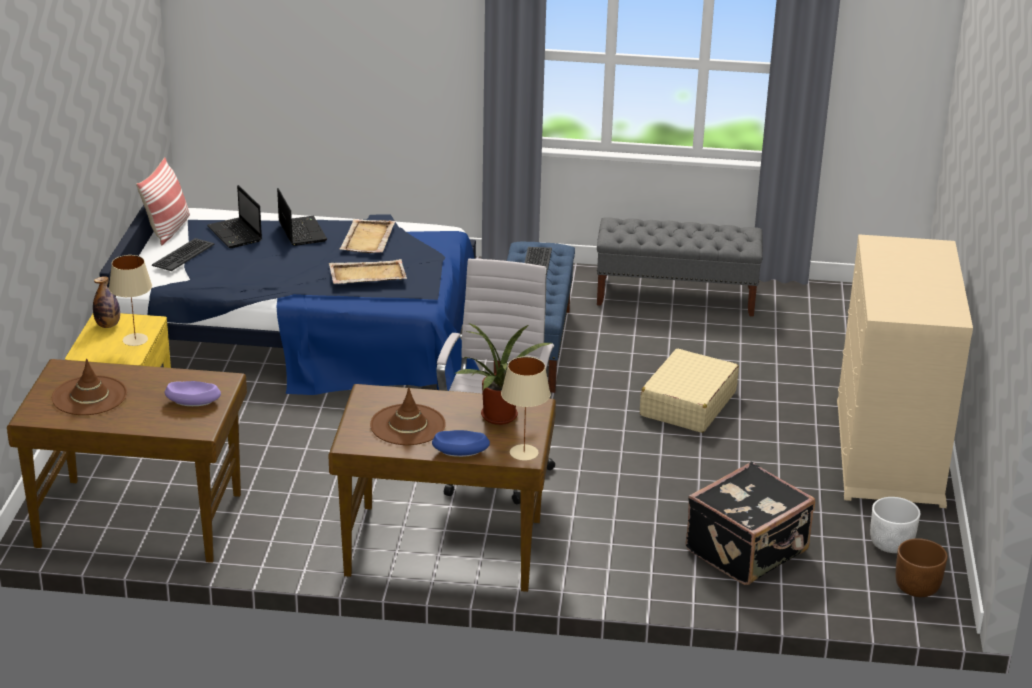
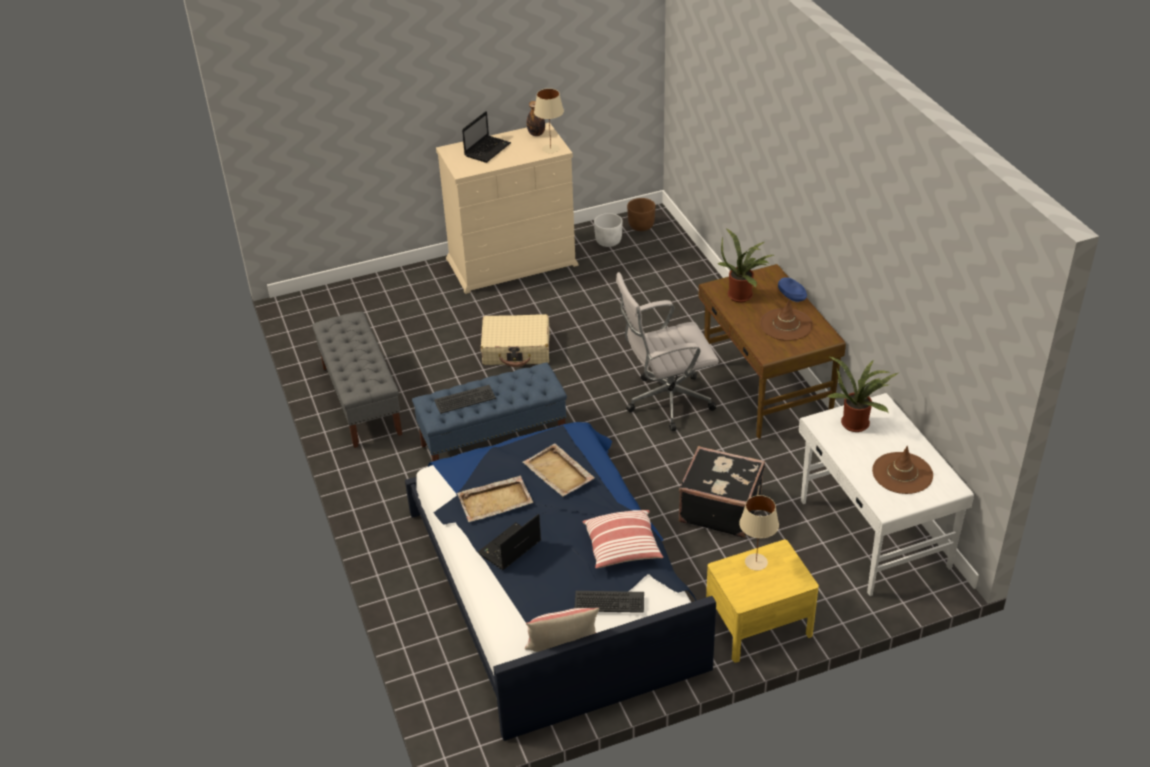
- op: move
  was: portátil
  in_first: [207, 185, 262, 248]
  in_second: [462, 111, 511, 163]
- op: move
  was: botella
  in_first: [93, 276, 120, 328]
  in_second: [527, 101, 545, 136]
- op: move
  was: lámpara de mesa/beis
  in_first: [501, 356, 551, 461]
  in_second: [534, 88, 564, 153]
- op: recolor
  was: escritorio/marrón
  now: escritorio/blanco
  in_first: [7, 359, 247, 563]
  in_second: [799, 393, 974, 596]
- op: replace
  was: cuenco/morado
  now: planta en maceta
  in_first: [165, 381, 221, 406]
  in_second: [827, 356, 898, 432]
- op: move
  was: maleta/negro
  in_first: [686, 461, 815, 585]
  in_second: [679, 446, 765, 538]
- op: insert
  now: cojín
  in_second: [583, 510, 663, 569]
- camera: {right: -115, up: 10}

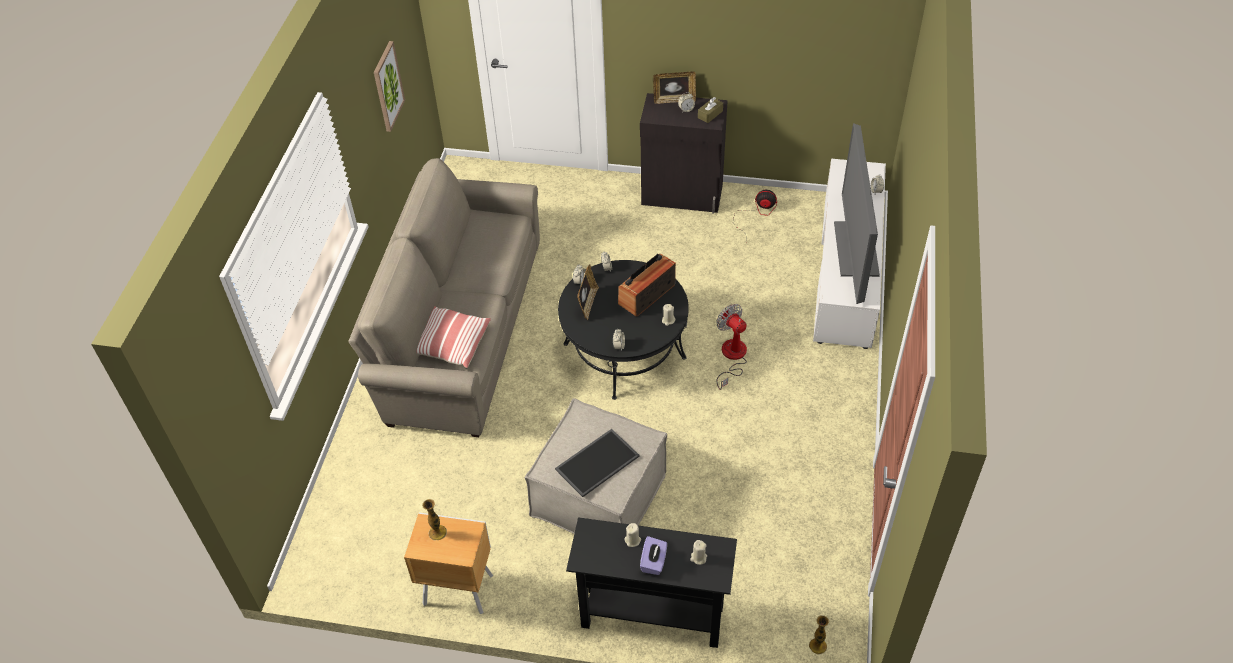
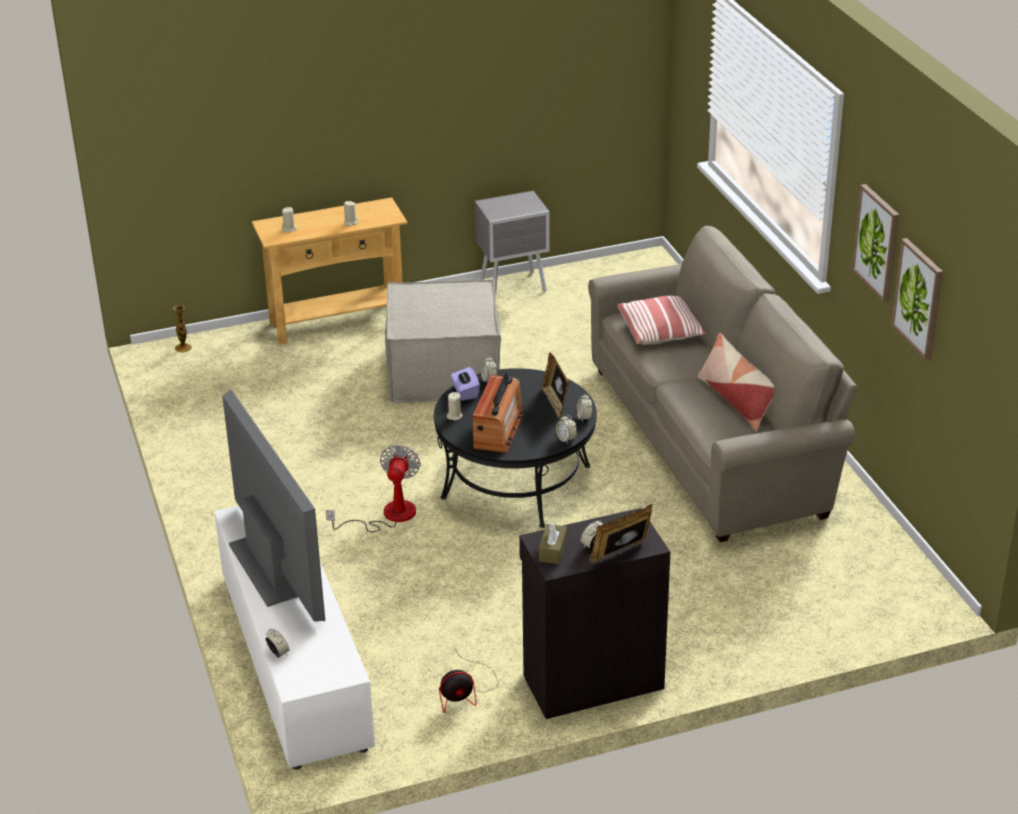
- op: rotate
  was: ventilador
  in_first: [716, 304, 747, 390]
  in_second: [326, 445, 421, 533]
  clockwise: -105
- op: delete
  was: bandeja
  in_first: [555, 429, 640, 497]
- op: delete
  was: florero
  in_first: [422, 499, 447, 540]
- op: recolor
  was: mesita de noche/marrón
  now: mesita de noche/gris
  in_first: [404, 512, 493, 614]
  in_second: [475, 191, 550, 295]
- op: recolor
  was: mesa consola/negro
  now: mesa consola/beis
  in_first: [566, 517, 737, 648]
  in_second: [252, 197, 407, 345]
- op: move
  was: caja de pañuelos/morado
  in_first: [640, 536, 667, 575]
  in_second: [451, 367, 480, 401]
- op: insert
  now: cuadro
  in_second: [852, 184, 899, 302]
- op: insert
  now: cojín
  in_second: [698, 333, 774, 431]
- camera: {right: 150, up: -15}

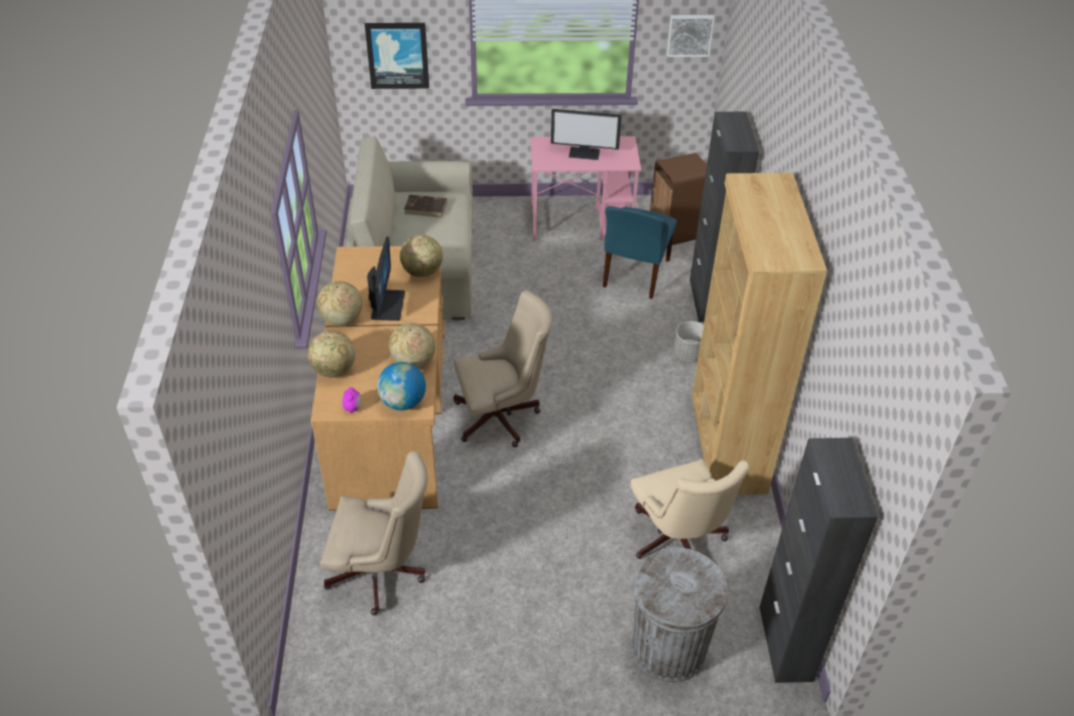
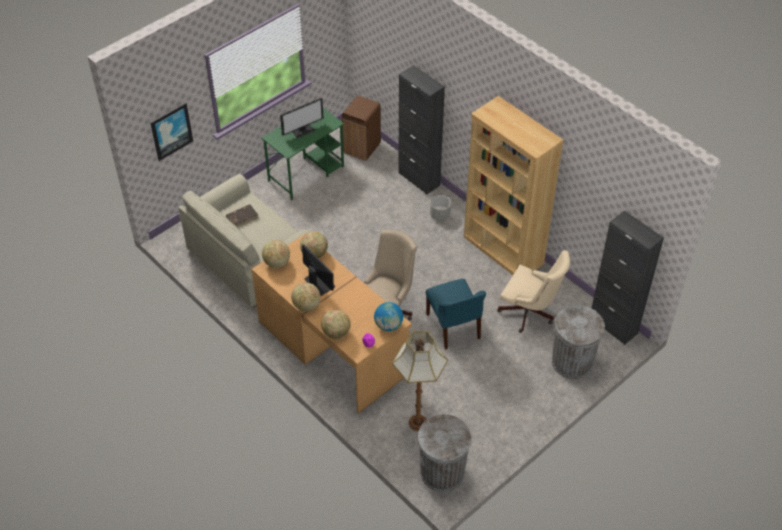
- op: delete
  was: cuadro
  in_first: [666, 15, 715, 57]
- op: recolor
  was: escritorio/rosa
  now: escritorio/verde
  in_first: [531, 136, 641, 240]
  in_second: [261, 108, 344, 200]
- op: move
  was: silla/azul
  in_first: [603, 206, 677, 299]
  in_second: [426, 279, 486, 350]
- op: move
  was: globo terráqueo
  in_first: [388, 323, 435, 369]
  in_second: [262, 240, 290, 268]
- op: replace
  was: silla de oficina/beis
  now: lámpara de pie
  in_first: [320, 451, 428, 616]
  in_second: [392, 331, 448, 431]
- op: insert
  now: papelera/gris
  in_second: [417, 414, 472, 492]
- camera: {right: -40, up: 5}

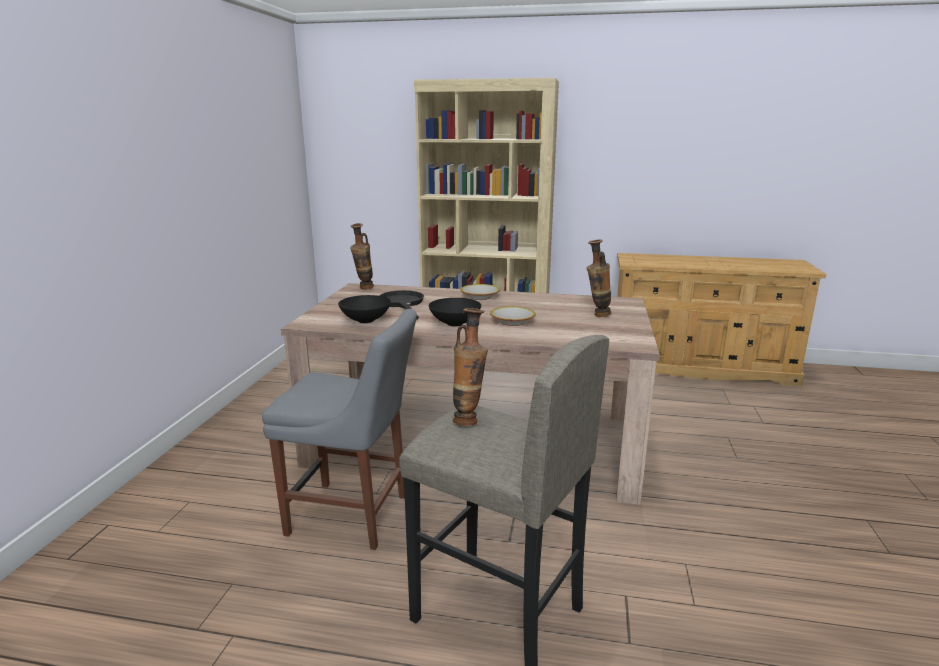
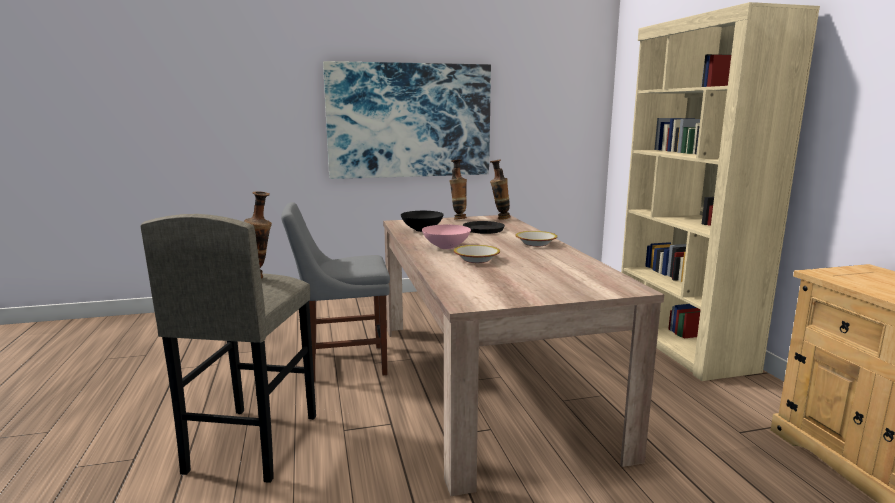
- op: move
  was: florero
  in_first: [587, 239, 611, 317]
  in_second: [449, 159, 467, 220]
- op: recolor
  was: cuenco/negro
  now: cuenco/rosa
  in_first: [429, 298, 481, 326]
  in_second: [422, 225, 471, 249]
- op: rotate
  was: silla/gris
  in_first: [262, 309, 417, 550]
  in_second: [281, 202, 390, 382]
  clockwise: 90
- op: insert
  now: cuadro
  in_second: [323, 61, 491, 179]
- camera: {right: 65, up: -5}

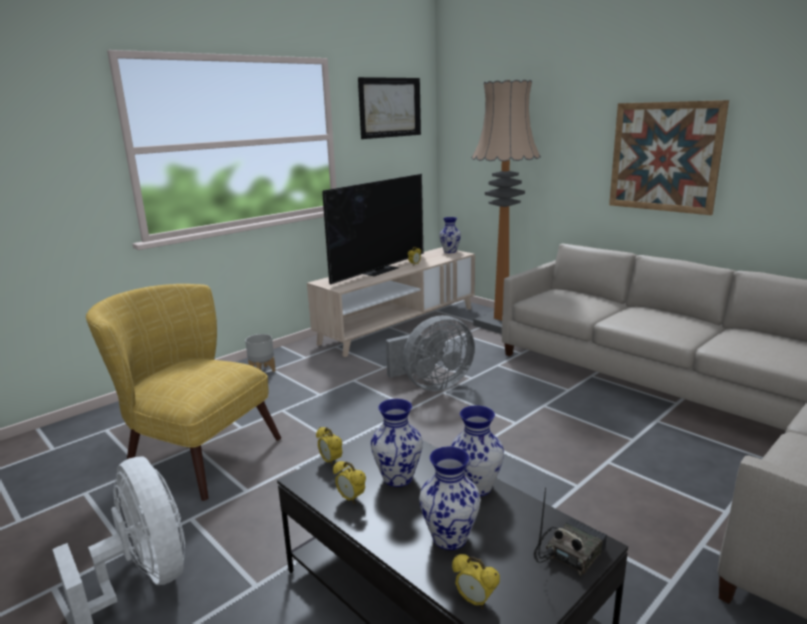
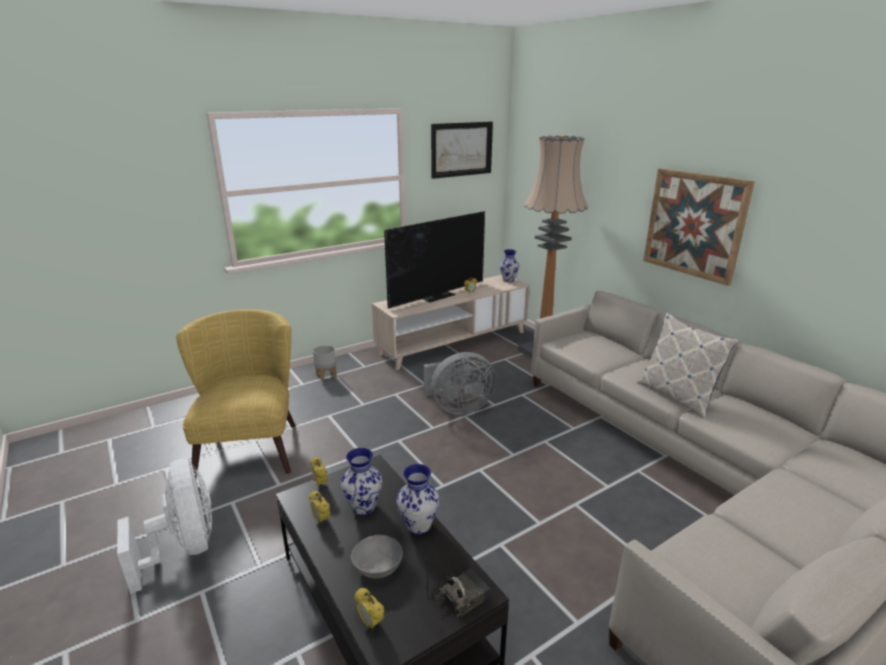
- op: rotate
  was: sillón/amarillo
  in_first: [86, 284, 281, 501]
  in_second: [176, 309, 295, 479]
  clockwise: 45
- op: replace
  was: florero
  now: cuenco/gris
  in_first: [419, 446, 480, 550]
  in_second: [351, 535, 403, 578]
- op: insert
  now: cojín
  in_second: [637, 313, 739, 418]
- camera: {right: 10, up: 5}

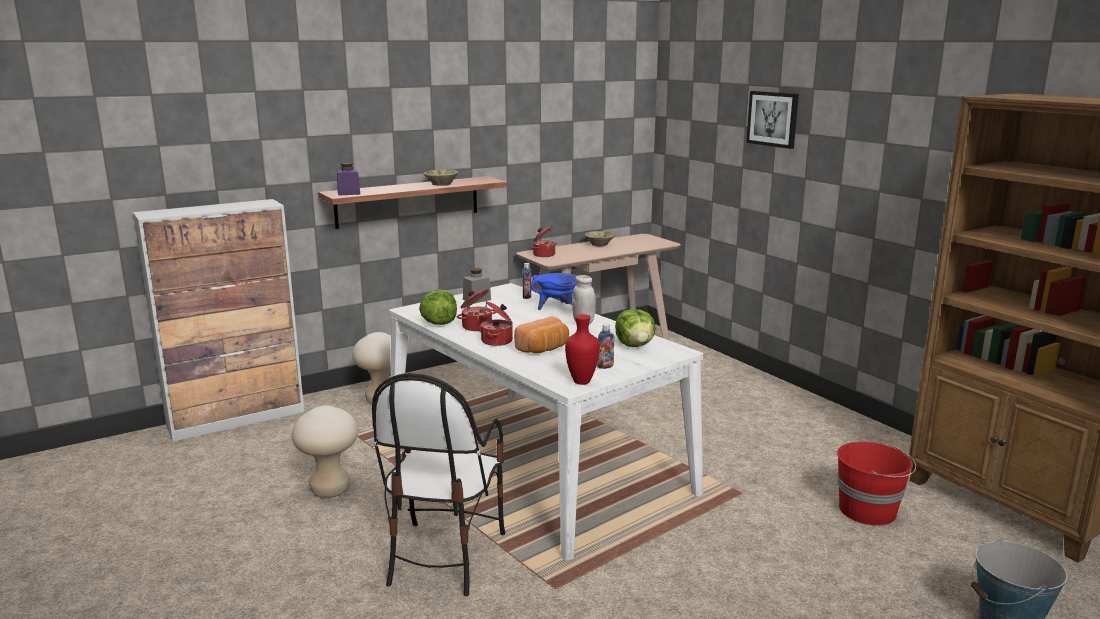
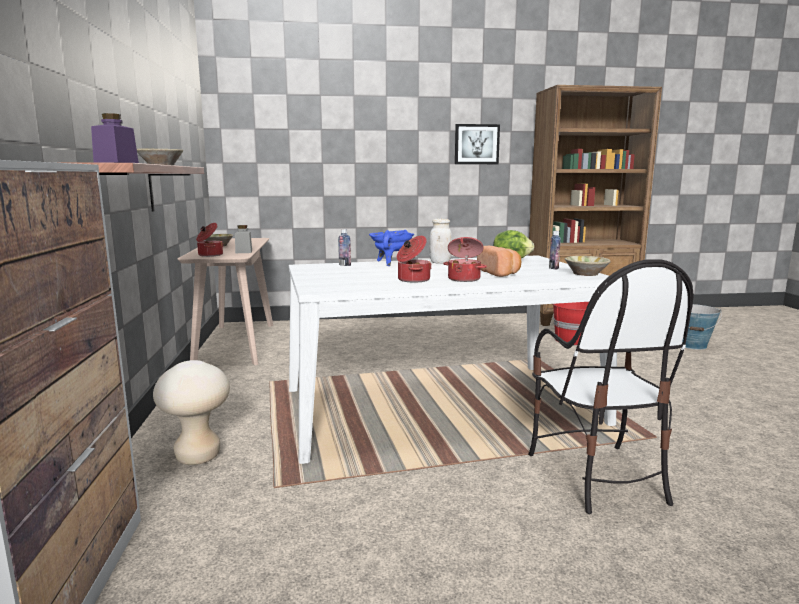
- op: move
  was: cuadro
  in_first: [746, 91, 799, 149]
  in_second: [455, 124, 500, 164]
- op: move
  was: tarro/gris
  in_first: [463, 268, 491, 304]
  in_second: [235, 225, 252, 253]
- op: delete
  was: lechuga
  in_first: [419, 290, 457, 325]
- op: replace
  was: florero/rojo
  now: cuenco/beis
  in_first: [565, 314, 600, 385]
  in_second: [565, 256, 611, 276]
- op: rotate
  was: silla
  in_first: [372, 373, 506, 596]
  in_second: [528, 259, 694, 514]
  clockwise: 45
- op: delete
  was: taburete/beis
  in_first: [292, 406, 358, 498]
- camera: {right: -65, up: -5}

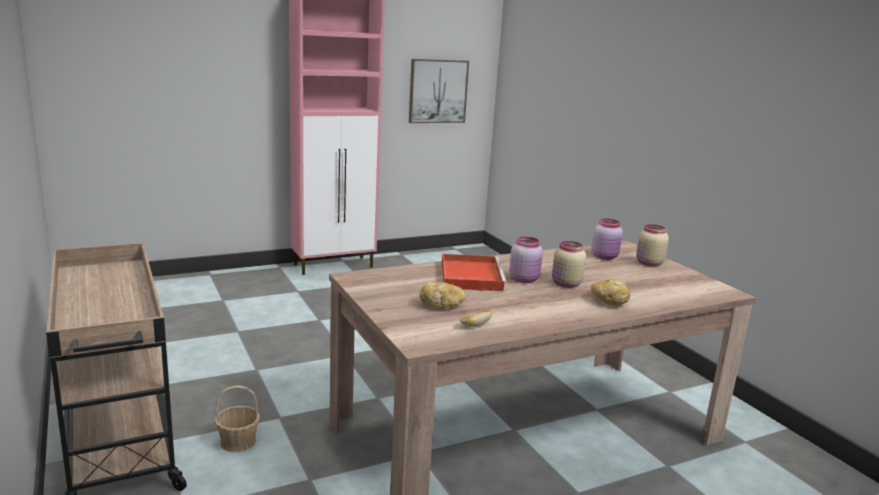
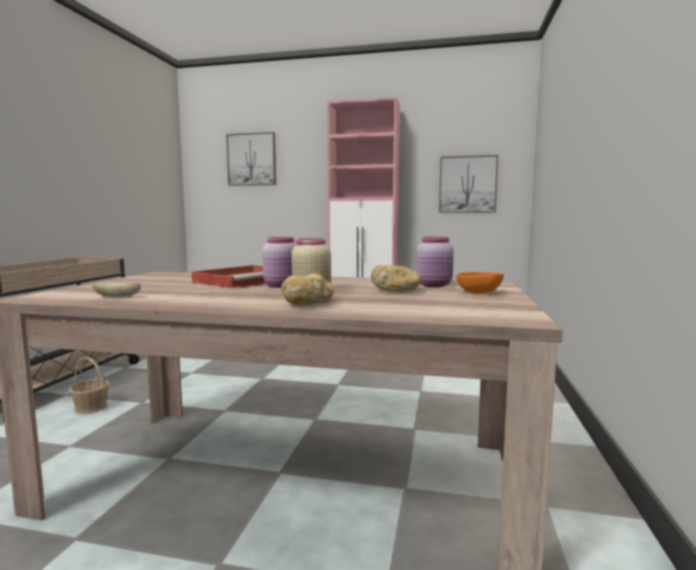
- op: replace
  was: tarro/beis
  now: cuenco/naranja
  in_first: [636, 224, 669, 266]
  in_second: [456, 272, 504, 294]
- op: move
  was: pan
  in_first: [419, 281, 466, 309]
  in_second: [371, 265, 422, 292]
- op: insert
  now: cuadro
  in_second: [226, 132, 276, 186]
- camera: {right: 40, up: -10}

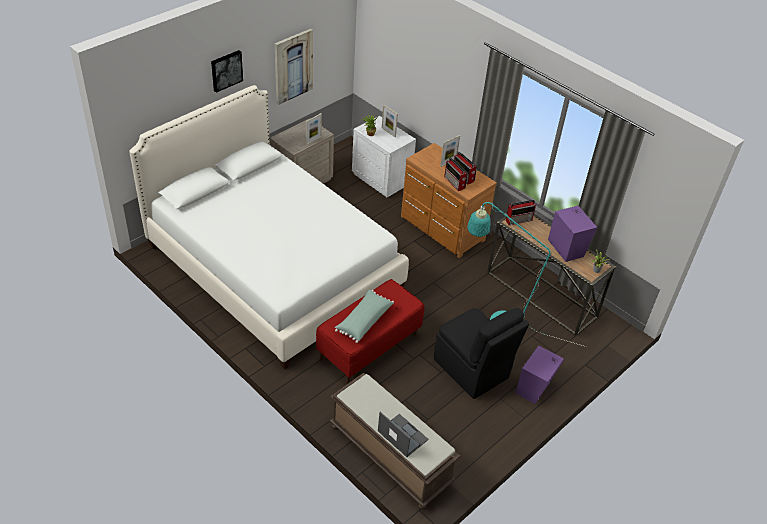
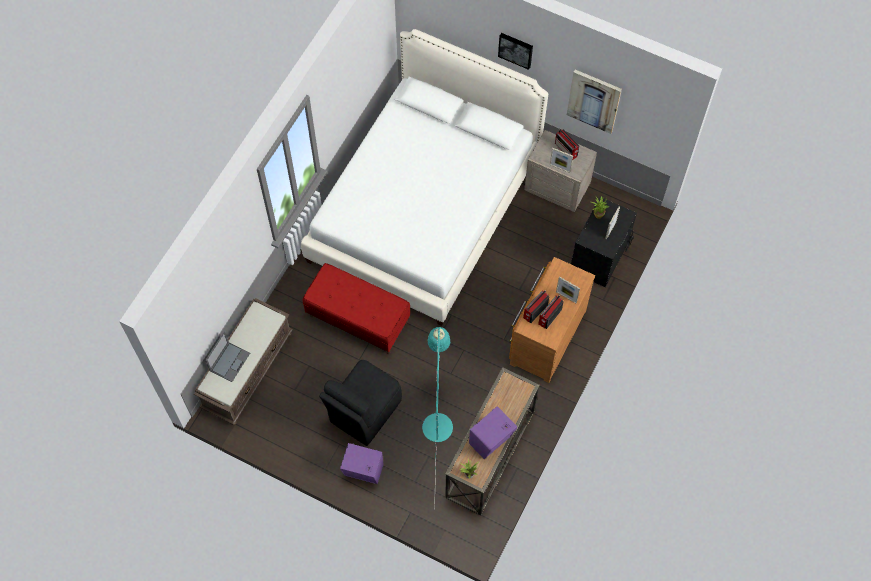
- op: recolor
  was: mesita de noche/blanco
  now: mesita de noche/negro
  in_first: [352, 116, 416, 197]
  in_second: [571, 197, 637, 287]
- op: move
  was: radio
  in_first: [506, 200, 536, 225]
  in_second: [555, 129, 579, 160]
- op: delete
  was: cojín/verde
  in_first: [335, 289, 394, 343]
- camera: {right: 75, up: 20}

